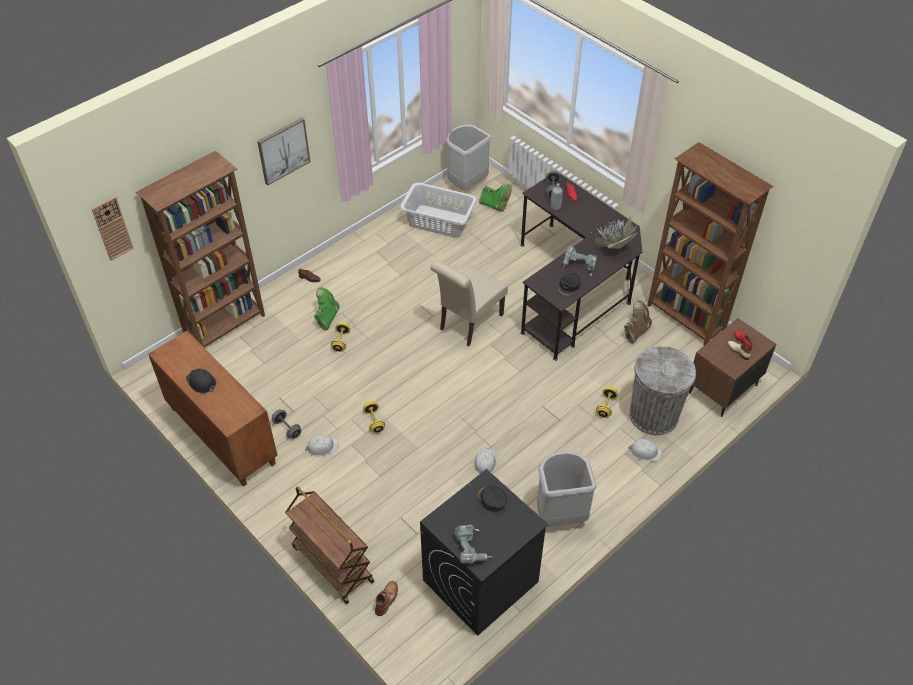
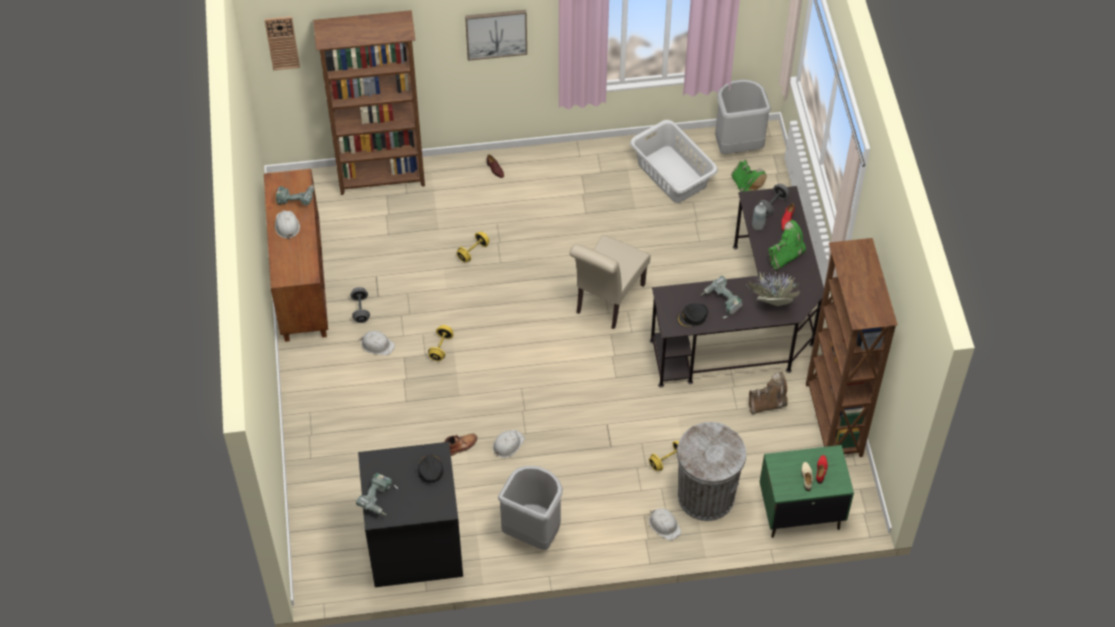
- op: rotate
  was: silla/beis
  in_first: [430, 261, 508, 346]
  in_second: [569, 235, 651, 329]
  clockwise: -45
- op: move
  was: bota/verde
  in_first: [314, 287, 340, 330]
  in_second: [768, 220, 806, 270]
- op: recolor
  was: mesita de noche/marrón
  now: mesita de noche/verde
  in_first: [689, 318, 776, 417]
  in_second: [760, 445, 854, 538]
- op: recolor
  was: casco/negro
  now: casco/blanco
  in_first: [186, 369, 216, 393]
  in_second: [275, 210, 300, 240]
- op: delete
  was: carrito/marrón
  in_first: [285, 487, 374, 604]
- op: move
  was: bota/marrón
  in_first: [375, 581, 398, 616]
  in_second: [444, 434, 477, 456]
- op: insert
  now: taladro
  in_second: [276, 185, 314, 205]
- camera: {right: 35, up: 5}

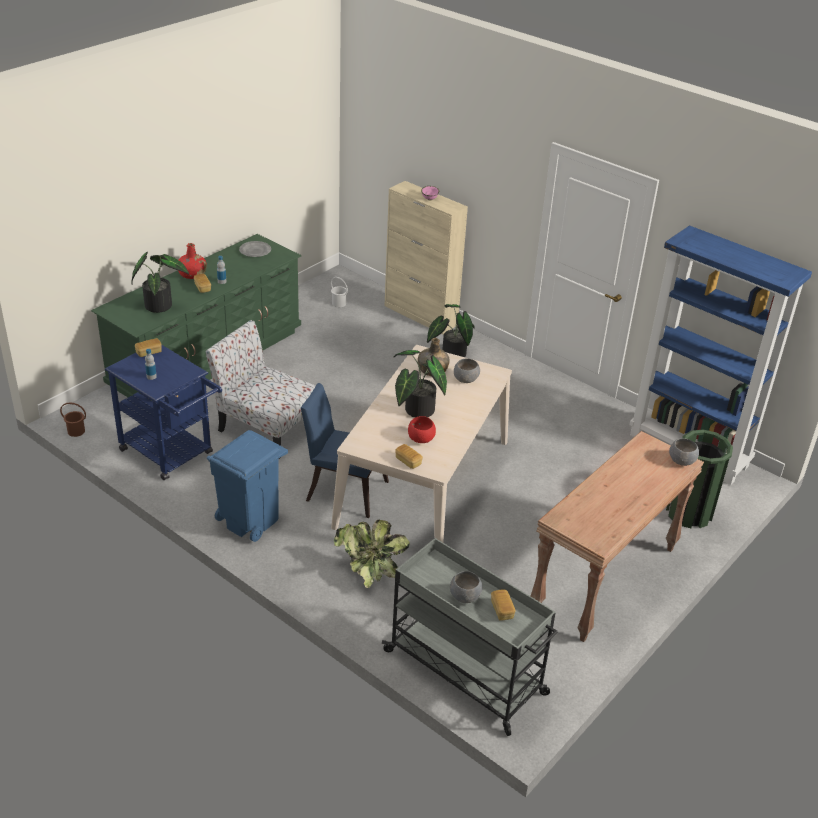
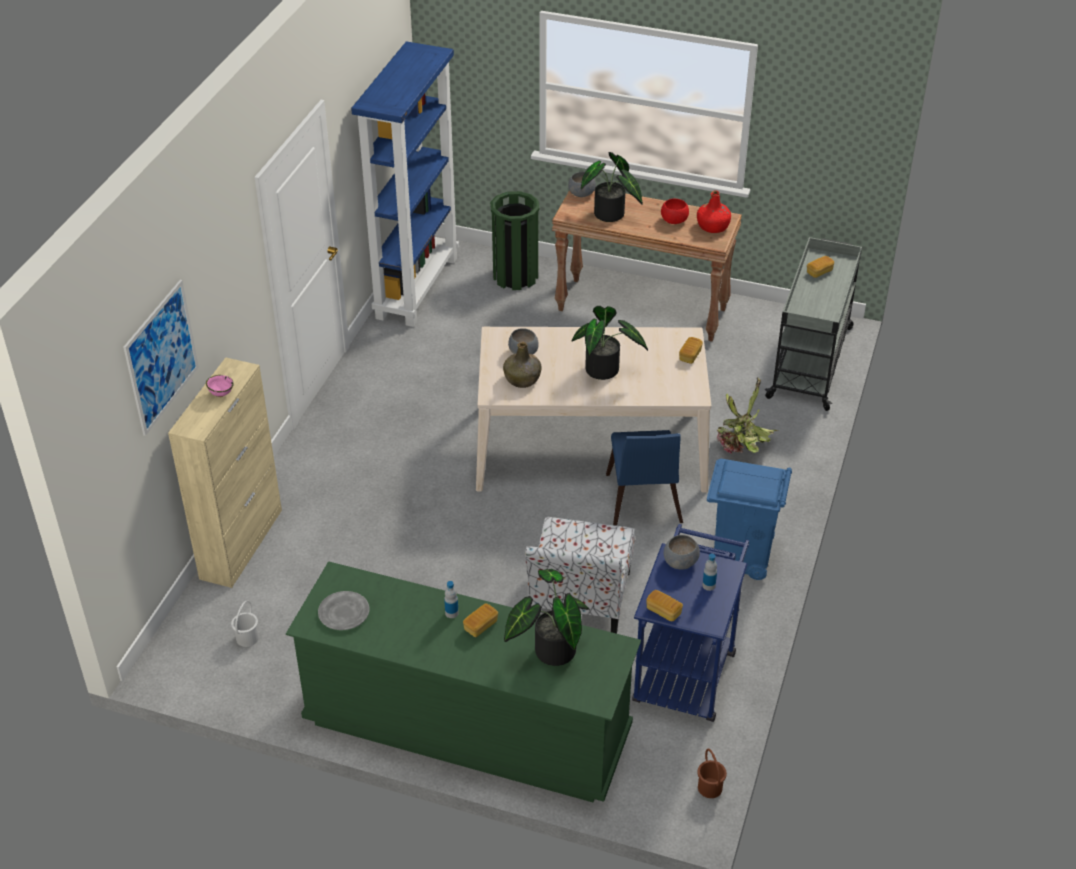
- op: move
  was: botella/rojo
  in_first: [178, 243, 207, 279]
  in_second: [697, 190, 731, 233]
- op: move
  was: planta en maceta
  in_first: [427, 304, 475, 357]
  in_second: [581, 152, 643, 222]
- op: move
  was: cuenco/rojo
  in_first: [408, 416, 436, 443]
  in_second: [661, 199, 689, 224]
- op: move
  was: cuenco/gris
  in_first: [450, 571, 482, 603]
  in_second: [664, 535, 700, 570]
- op: insert
  now: cuadro
  in_second: [123, 280, 199, 436]
- camera: {right: -110, up: 5}

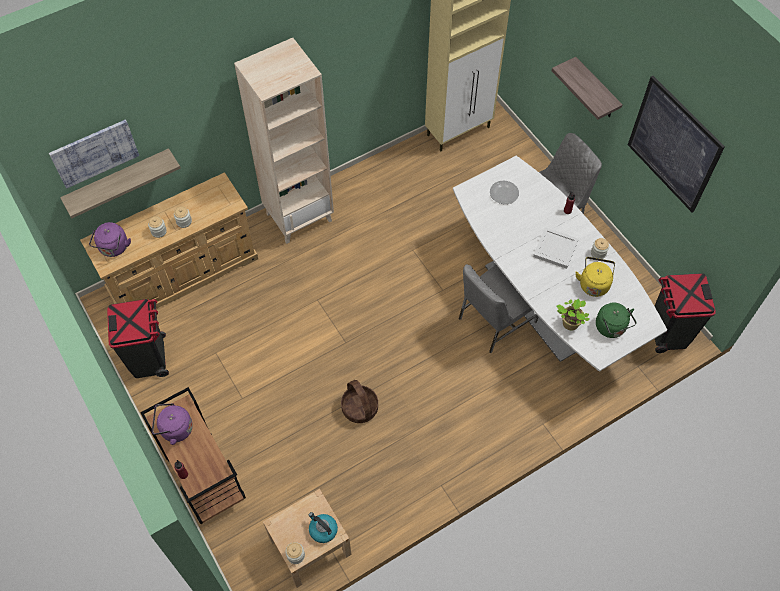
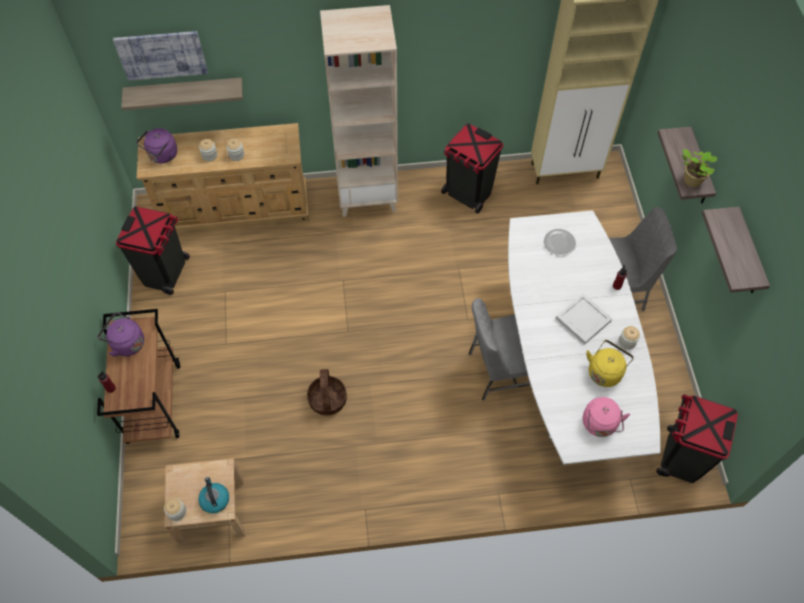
- op: replace
  was: cuadro
  now: estante
  in_first: [628, 76, 725, 212]
  in_second: [702, 207, 770, 293]
- op: move
  was: planta en maceta
  in_first: [556, 299, 589, 330]
  in_second: [682, 149, 717, 187]
- op: recolor
  was: hervidor/verde
  now: hervidor/rosa
  in_first: [596, 303, 637, 338]
  in_second: [583, 397, 630, 437]
- op: insert
  now: papelera/negro
  in_second: [441, 124, 503, 213]
- camera: {right: 25, up: 0}

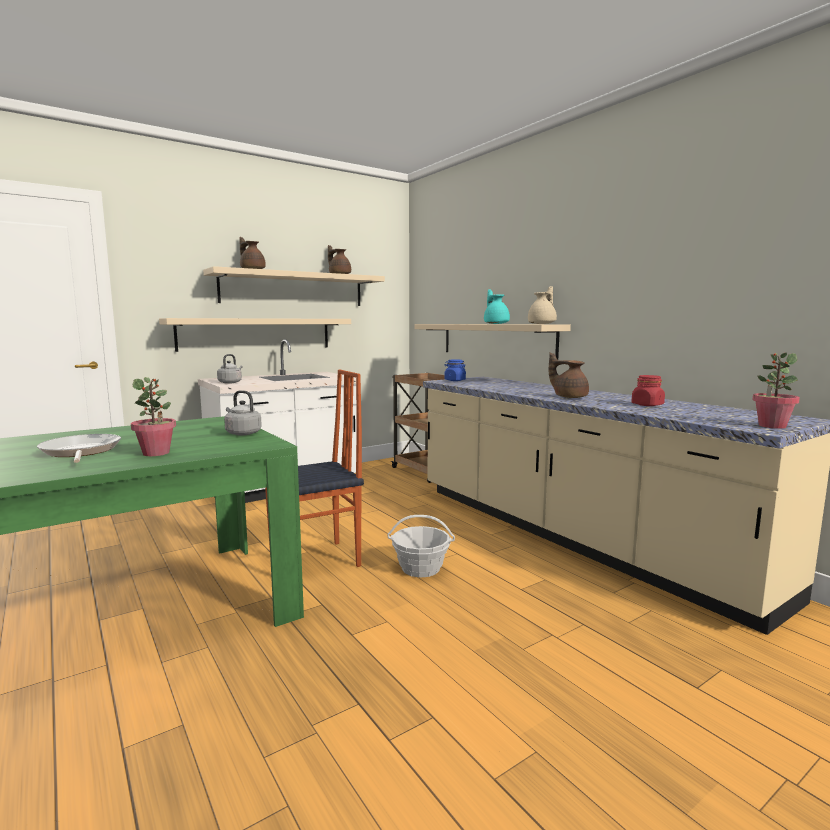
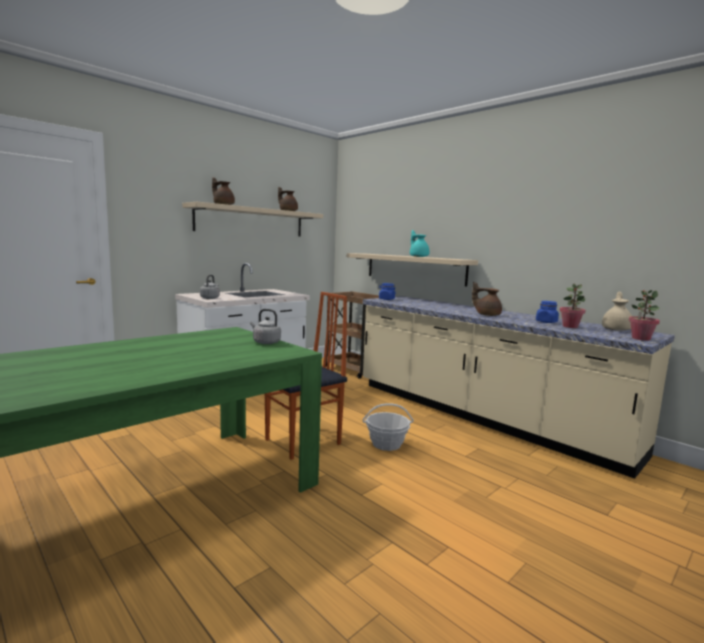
- op: move
  was: tetera/beis
  in_first: [528, 286, 557, 324]
  in_second: [602, 292, 632, 331]
- op: delete
  was: estante/beis
  in_first: [159, 318, 351, 352]
- op: recolor
  was: tarro/rojo
  now: tarro/azul
  in_first: [631, 375, 665, 406]
  in_second: [536, 301, 559, 323]
- op: move
  was: planta en maceta
  in_first: [131, 377, 176, 456]
  in_second: [560, 284, 585, 328]
- op: delete
  was: sartén
  in_first: [37, 434, 121, 463]
- camera: {right: -10, up: 0}

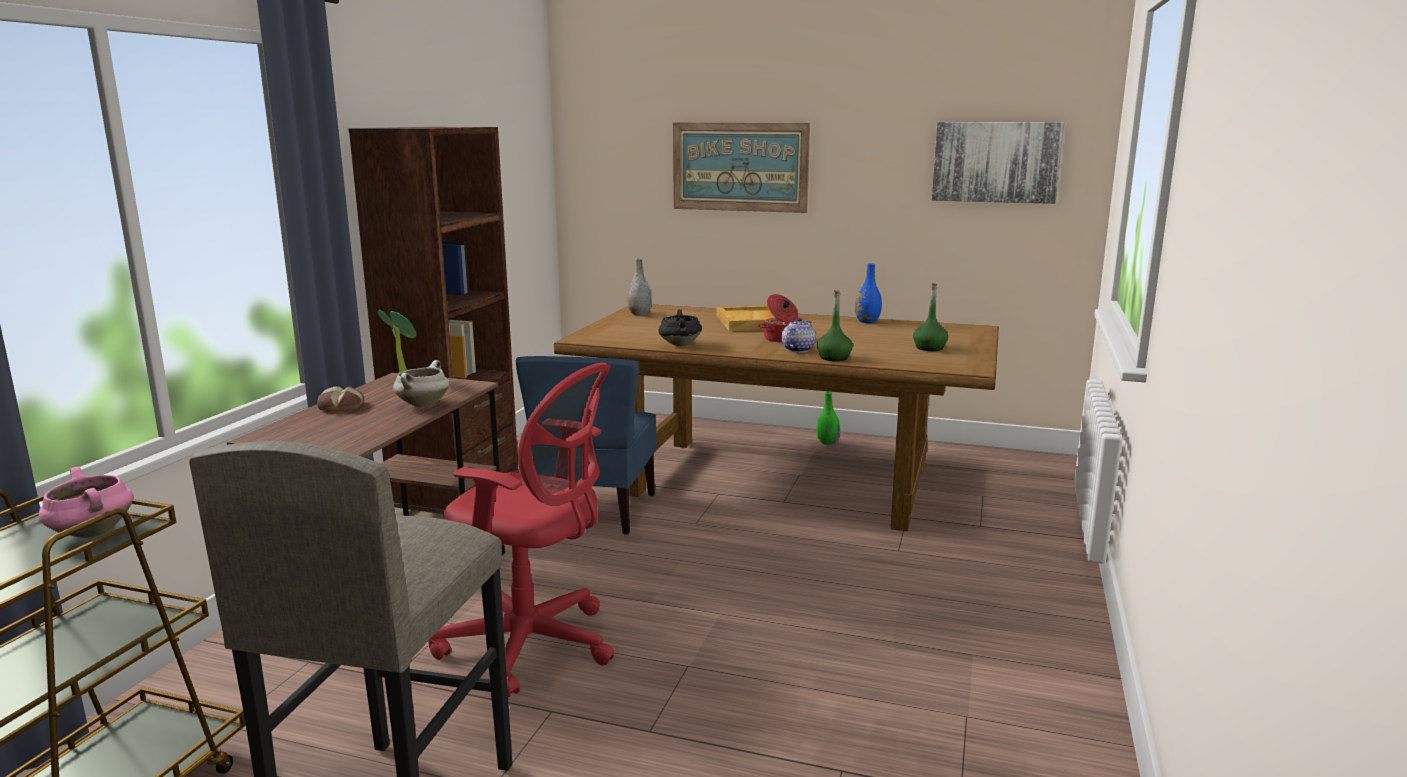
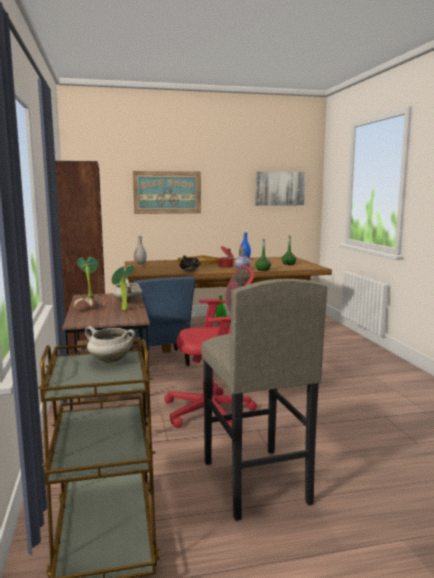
- op: recolor
  was: olla/rosa
  now: olla/blanco
  in_first: [39, 467, 134, 538]
  in_second: [85, 326, 135, 363]
- op: insert
  now: planta en maceta
  in_second: [112, 265, 134, 310]
- camera: {right: -30, up: -5}

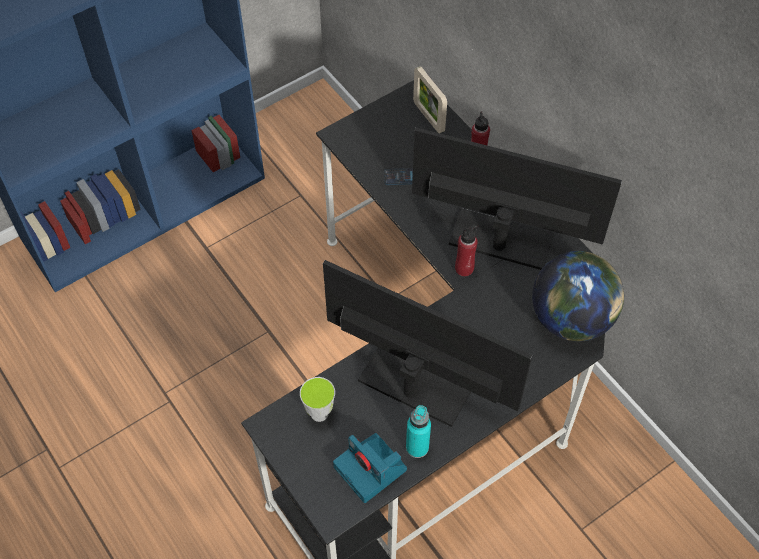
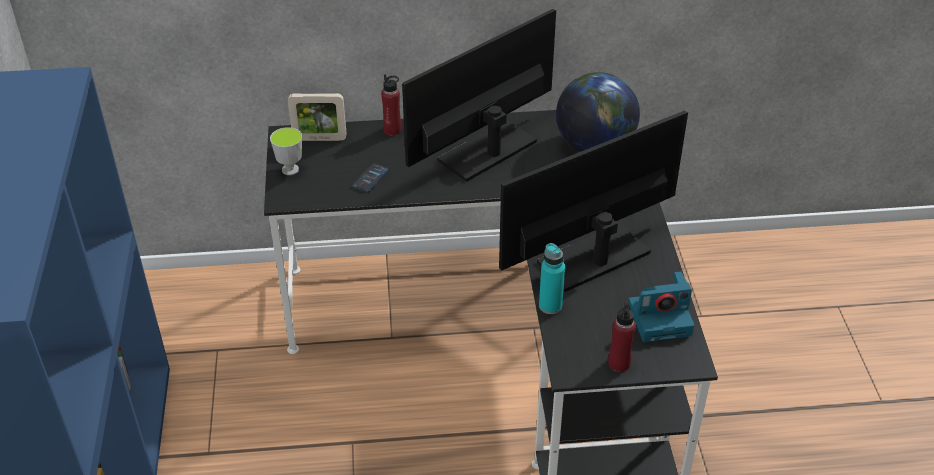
- op: move
  was: botella/rojo
  in_first: [455, 224, 479, 276]
  in_second: [608, 299, 636, 372]
- op: move
  was: taza
  in_first: [300, 377, 335, 422]
  in_second: [270, 127, 302, 175]
- op: move
  was: botella/turquesa
  in_first: [406, 405, 431, 458]
  in_second: [539, 243, 565, 314]
- camera: {right: -60, up: -15}

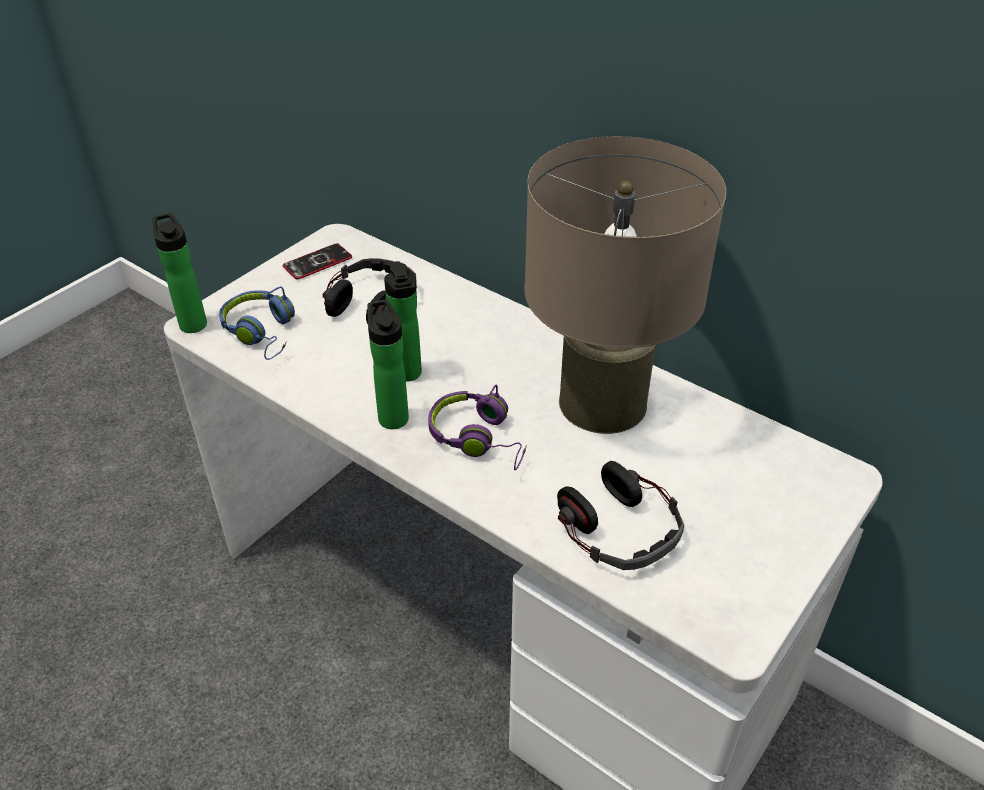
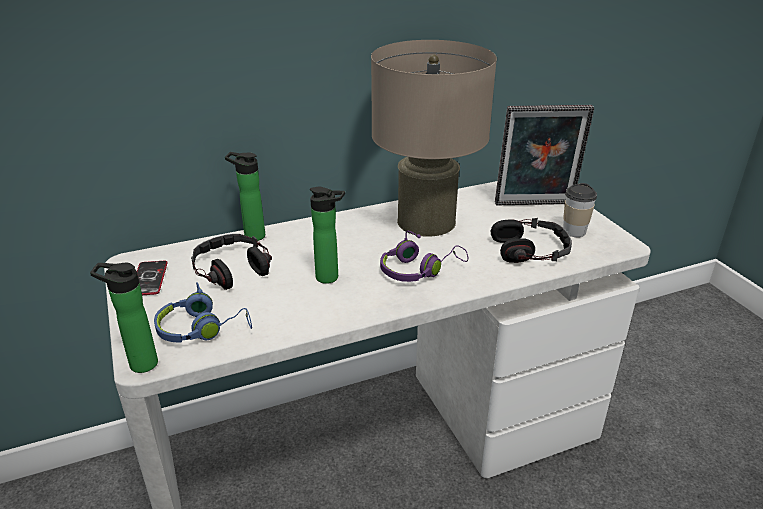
- op: move
  was: botella
  in_first: [368, 300, 409, 429]
  in_second: [225, 152, 265, 241]
- op: insert
  now: portarretratos
  in_second: [495, 105, 594, 206]
- op: insert
  now: taza
  in_second: [563, 183, 597, 237]
- camera: {right: -60, up: -10}

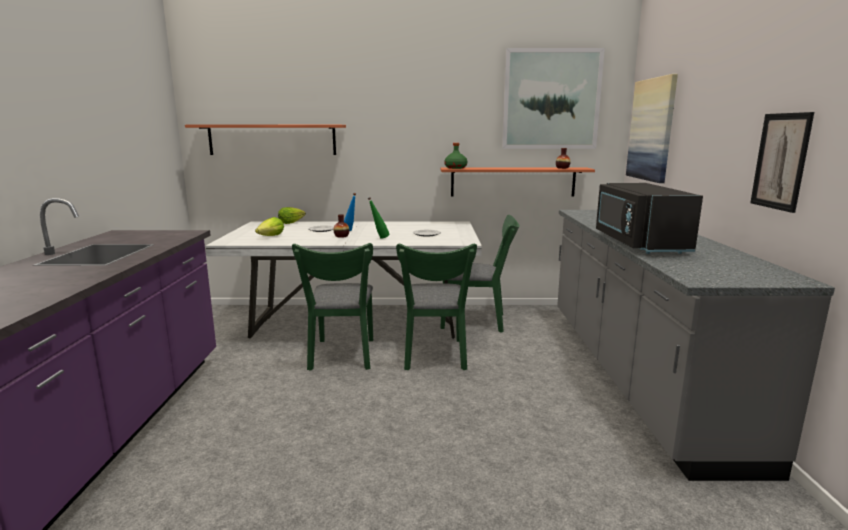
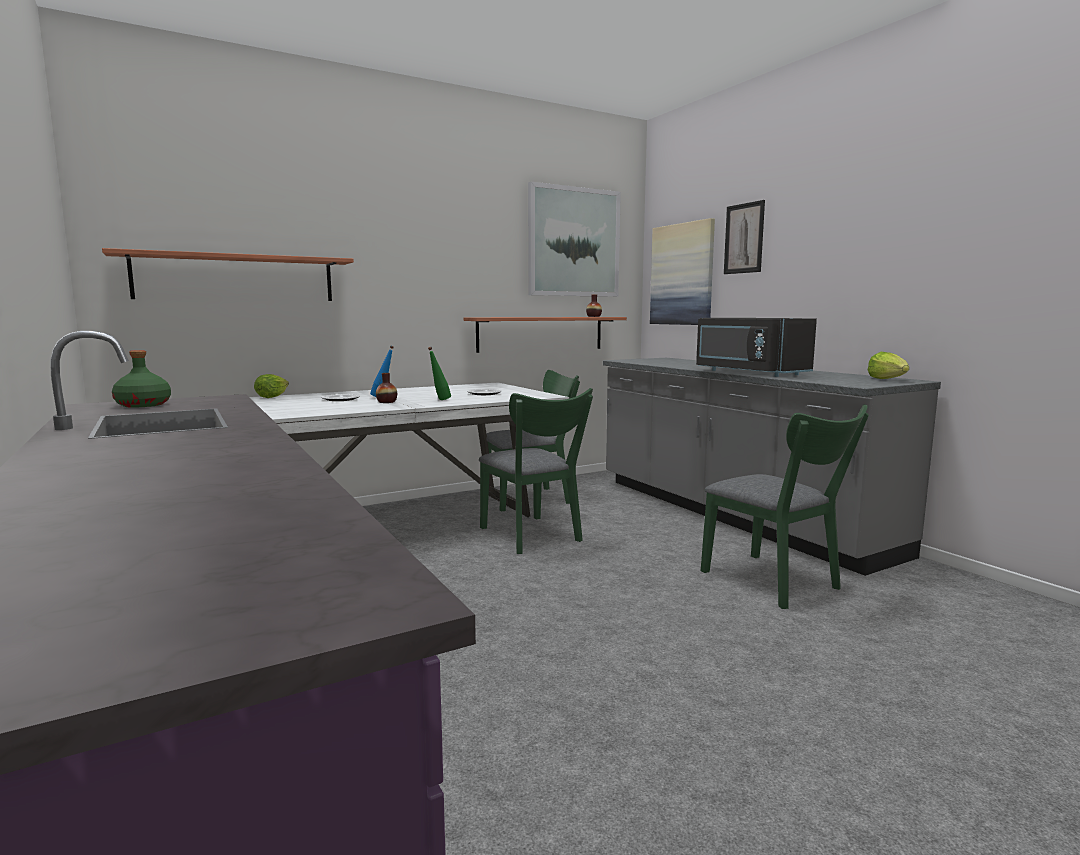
- op: move
  was: cuadro
  in_first: [750, 112, 814, 213]
  in_second: [724, 200, 765, 274]
- op: move
  was: botella/verde
  in_first: [444, 143, 467, 169]
  in_second: [112, 350, 171, 408]
- op: move
  was: lechuga
  in_first: [255, 217, 284, 236]
  in_second: [868, 352, 909, 379]
- op: move
  was: silla/verde
  in_first: [292, 243, 373, 371]
  in_second: [701, 404, 869, 609]
- camera: {right: -30, up: -5}

